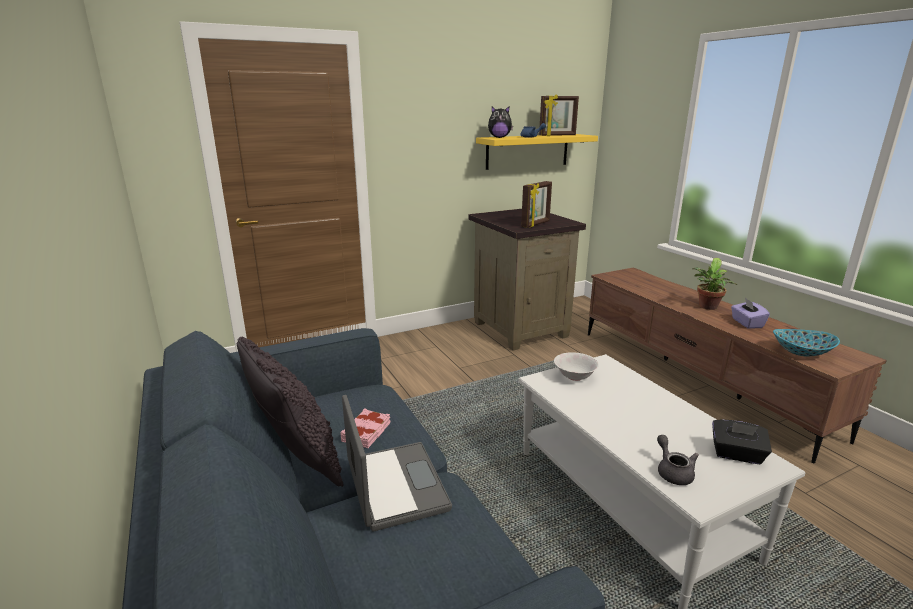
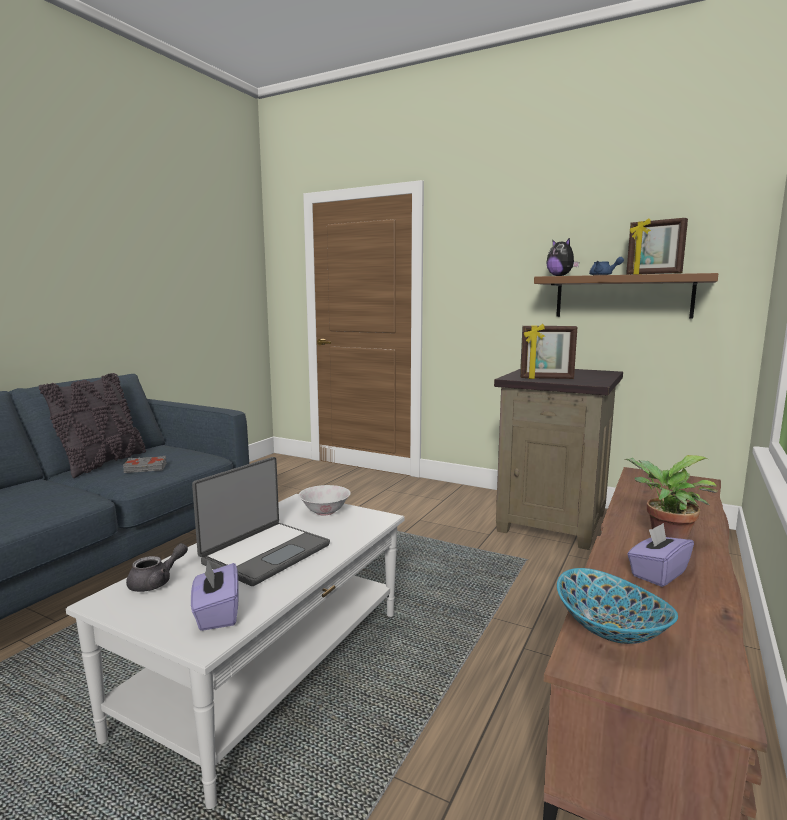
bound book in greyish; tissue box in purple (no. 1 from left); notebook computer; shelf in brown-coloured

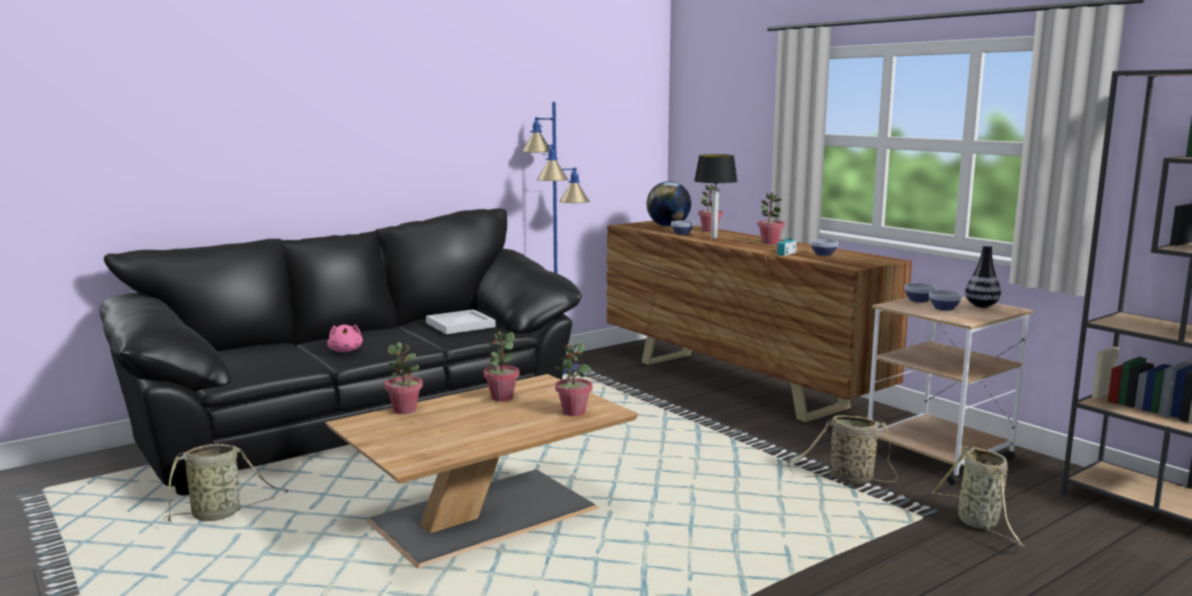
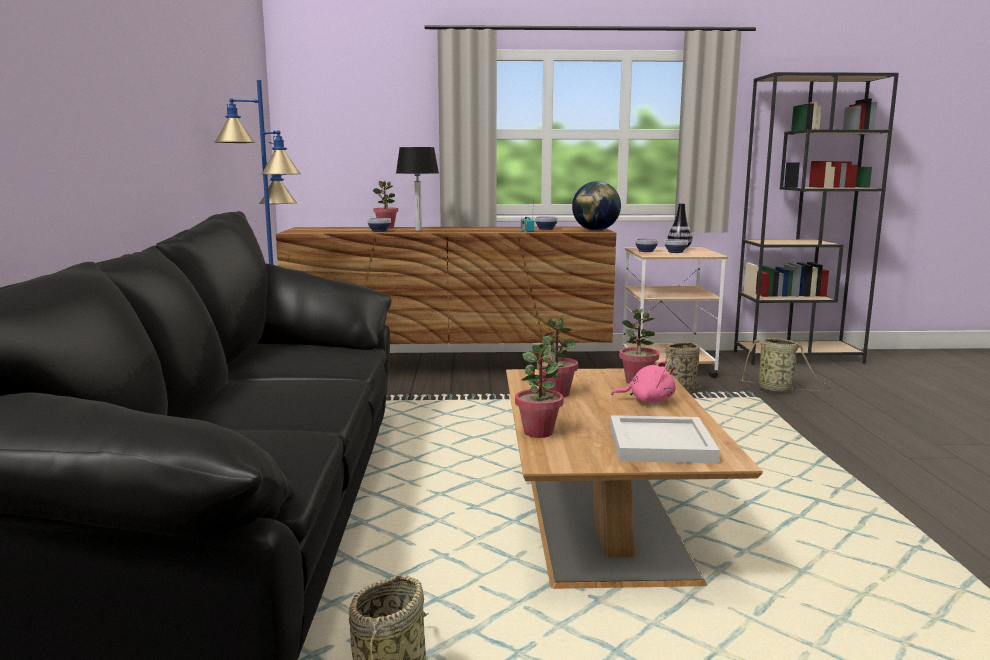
globe; serving tray in whitish; cuddly toy in pinkish; houseplant (no. 5 from left in the first image)

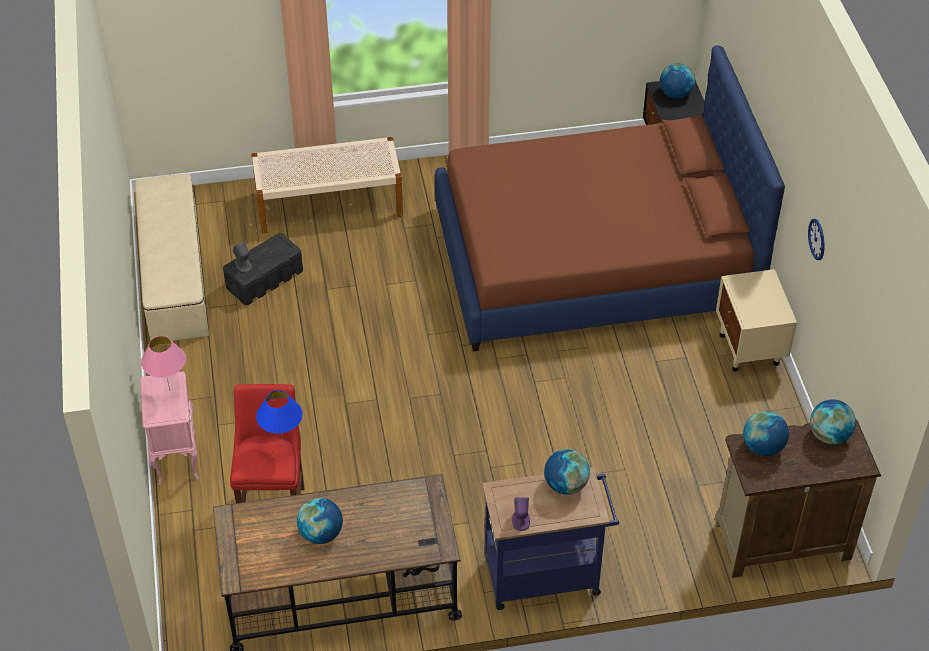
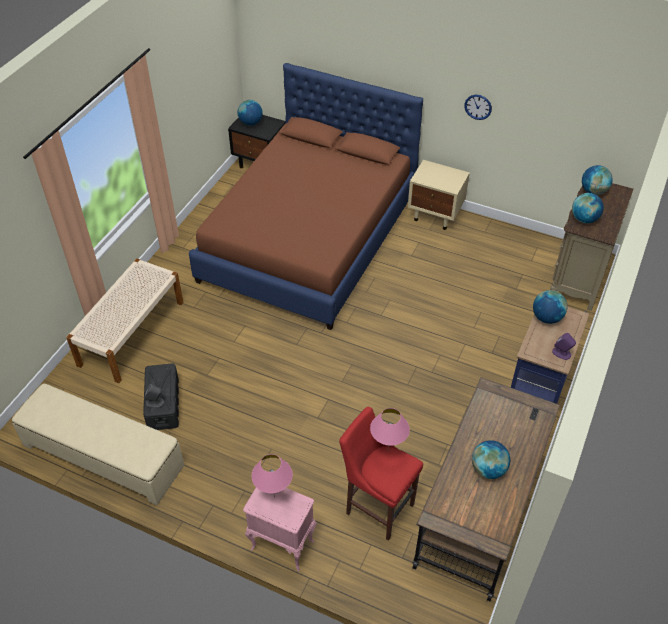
tabletop lamp in pinkish (no. 2 from left)

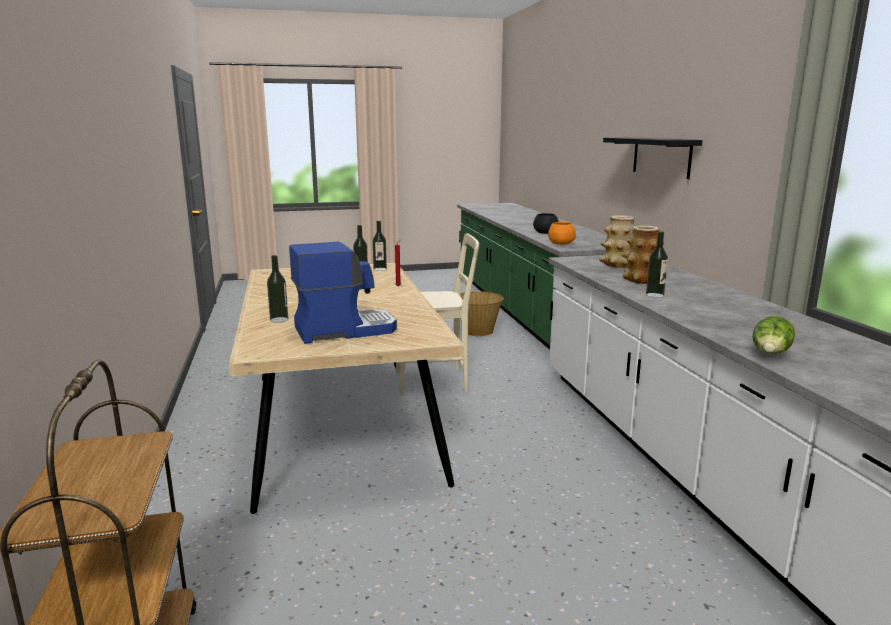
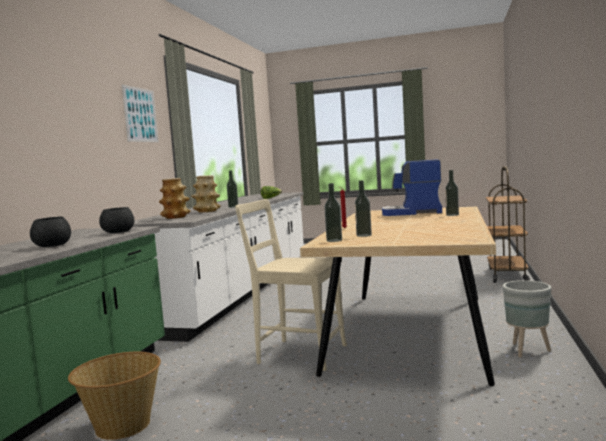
deep dish in blackish (no. 2 from left); wall art; planter in greyish; shelf in blackish

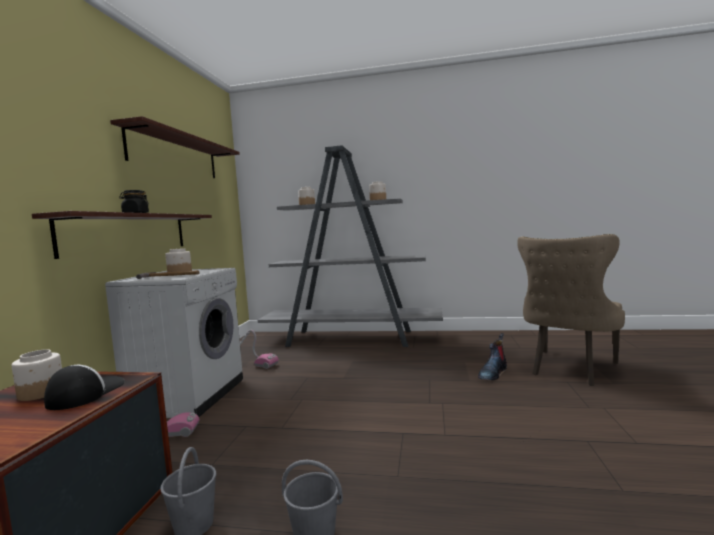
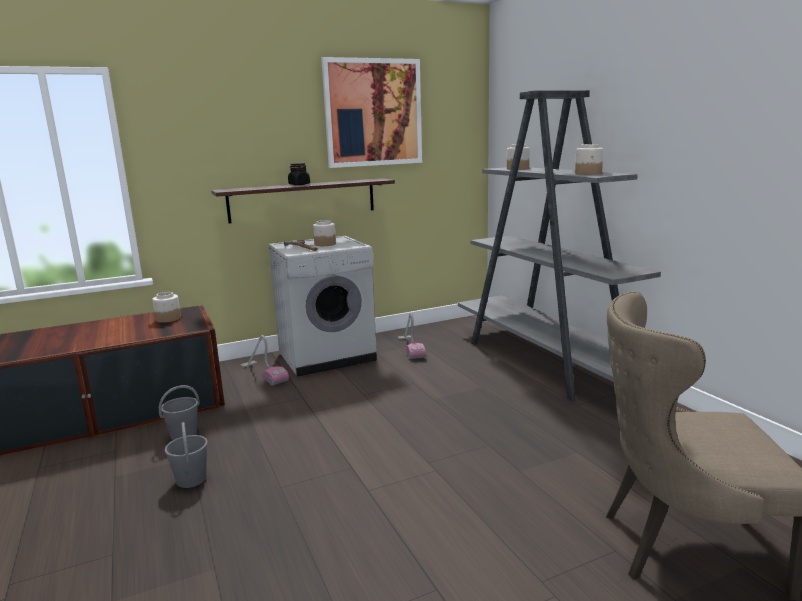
wall art; cap; tall boot

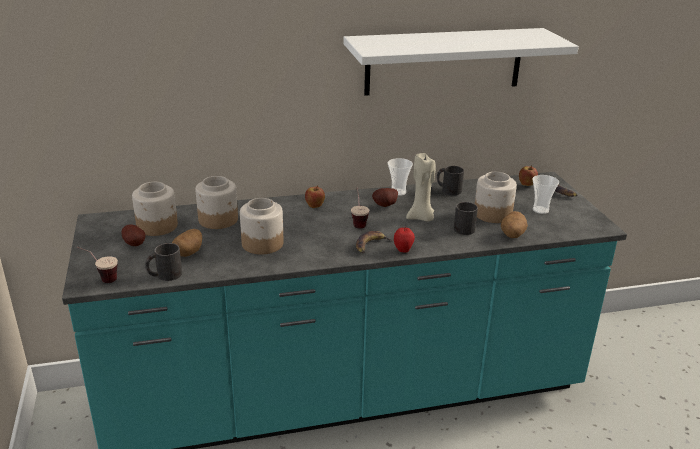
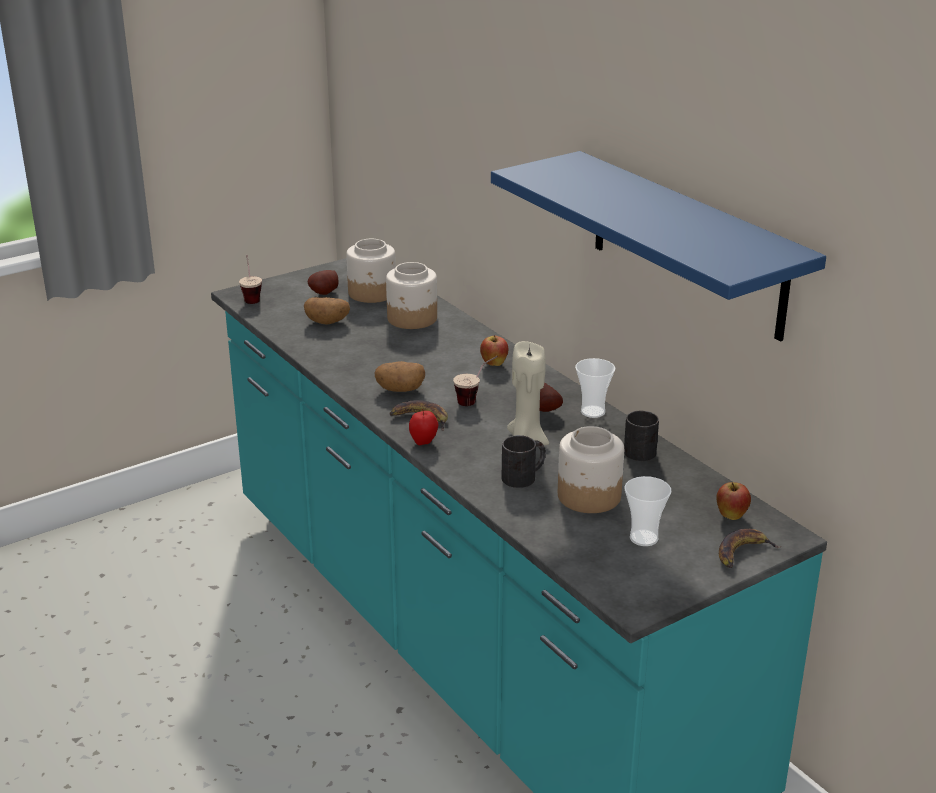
potato (no. 3 from left); shelf in blue; mug in blackish (no. 1 from left in the first image); storage jar (no. 3 from left in the first image)

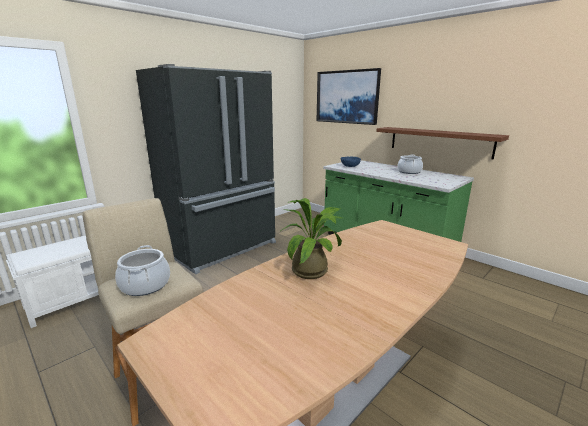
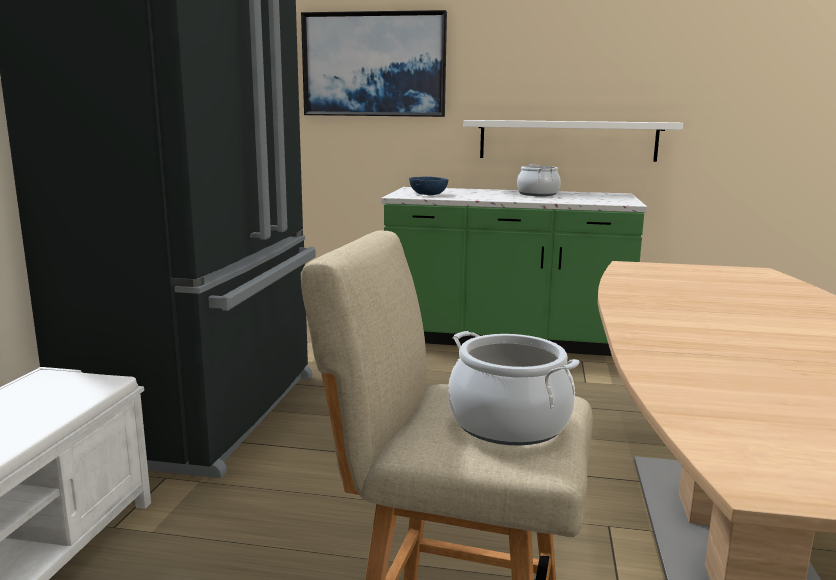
shelf in whitish; houseplant

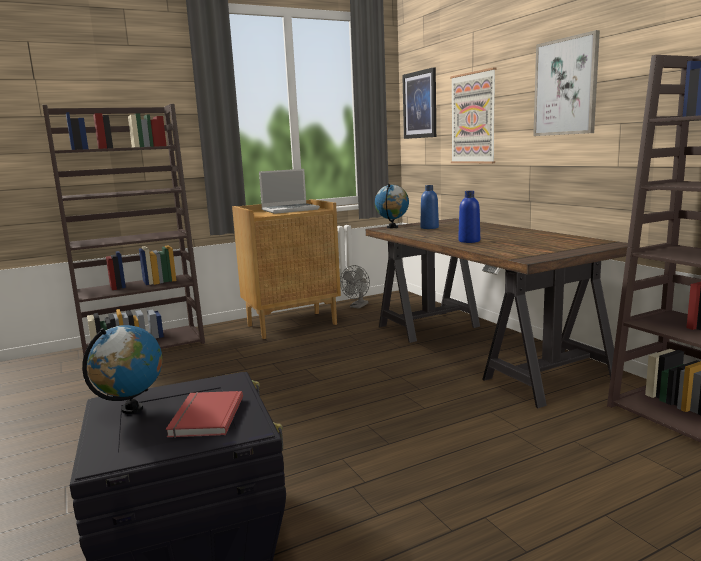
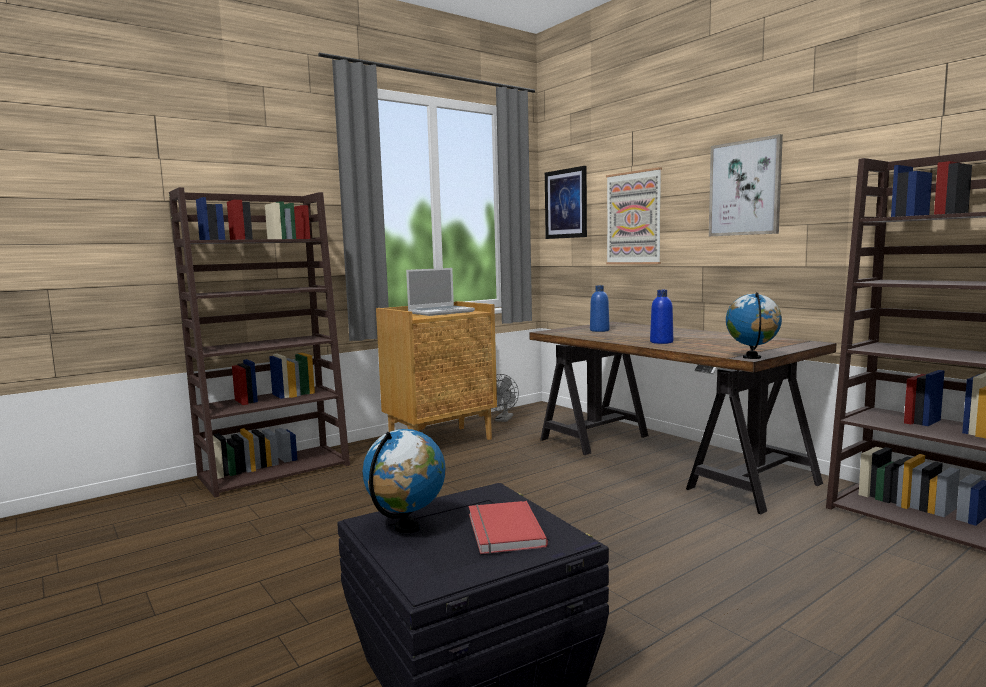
globe (no. 2 from left)

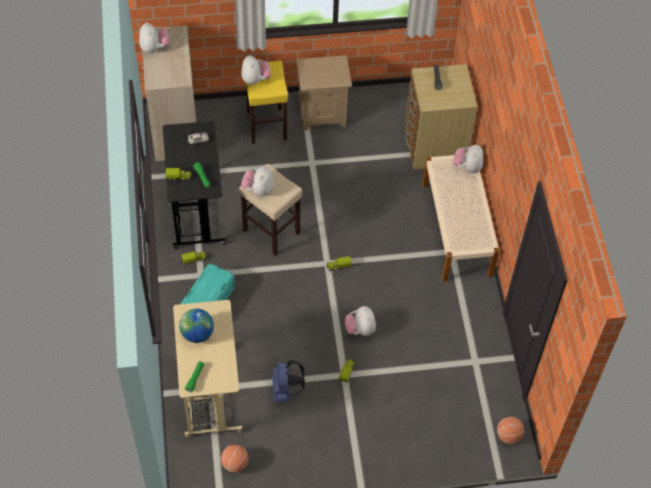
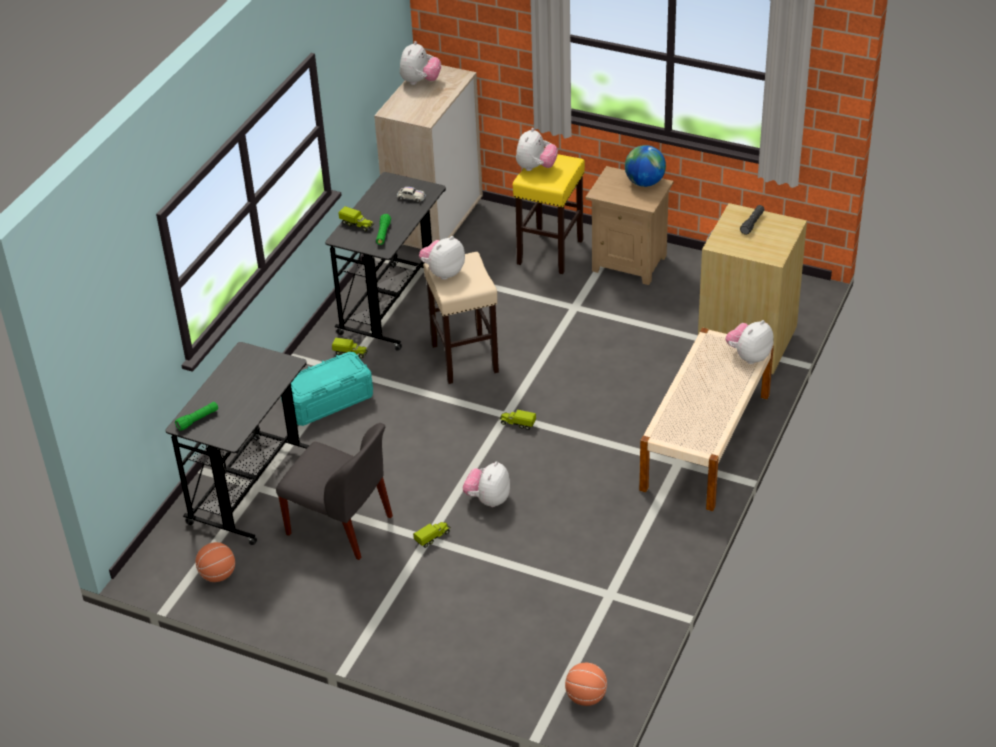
desk unit in blackish (no. 1 from left); chair in greyish; globe

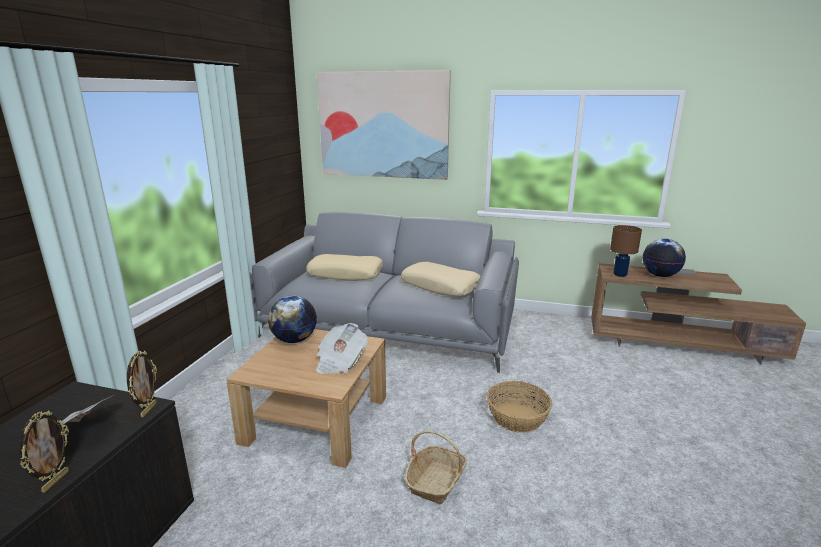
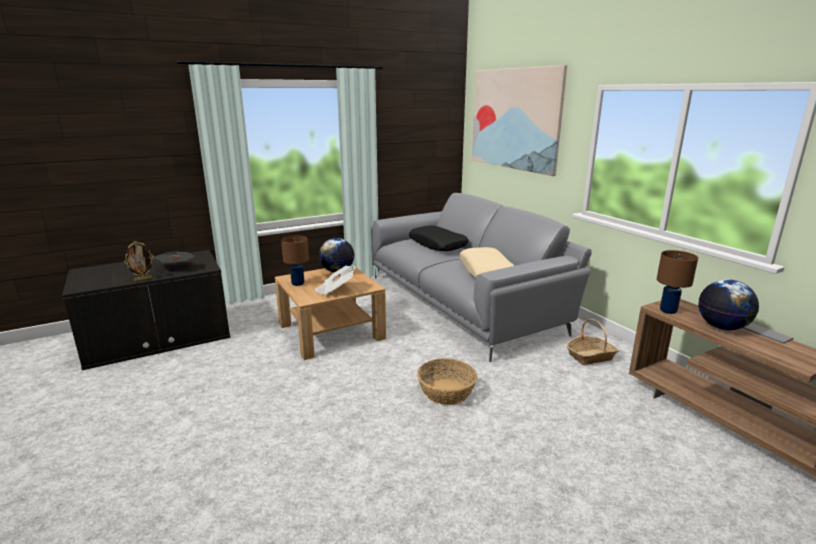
tabletop lamp in brown-coloured (no. 1 from left); pillow in blackish; household basket (no. 2 from left); picture frame (no. 2 from left in the first image)

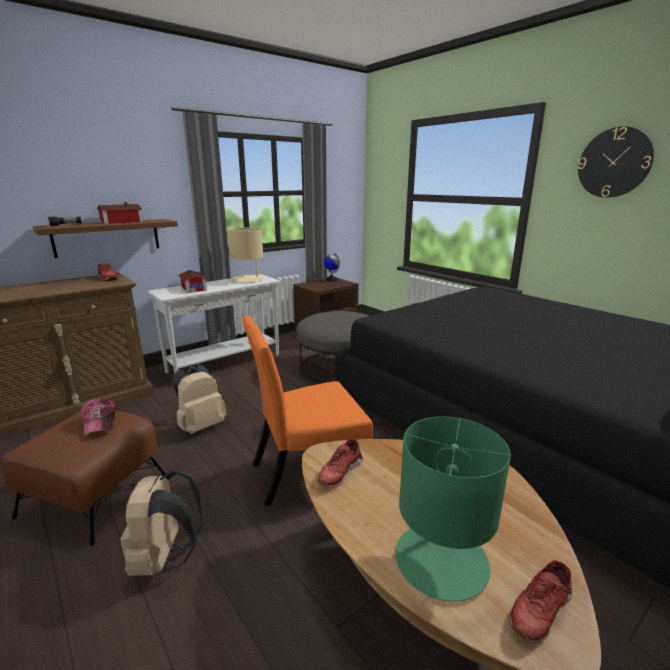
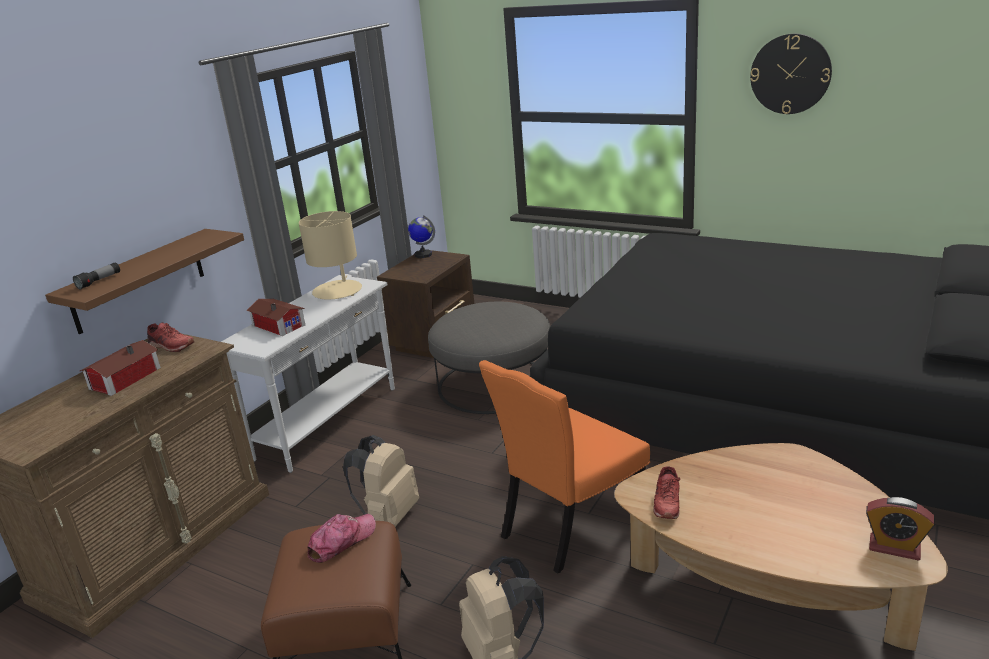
toy house (no. 1 from left); cap; alarm clock; tabletop lamp in greenish

